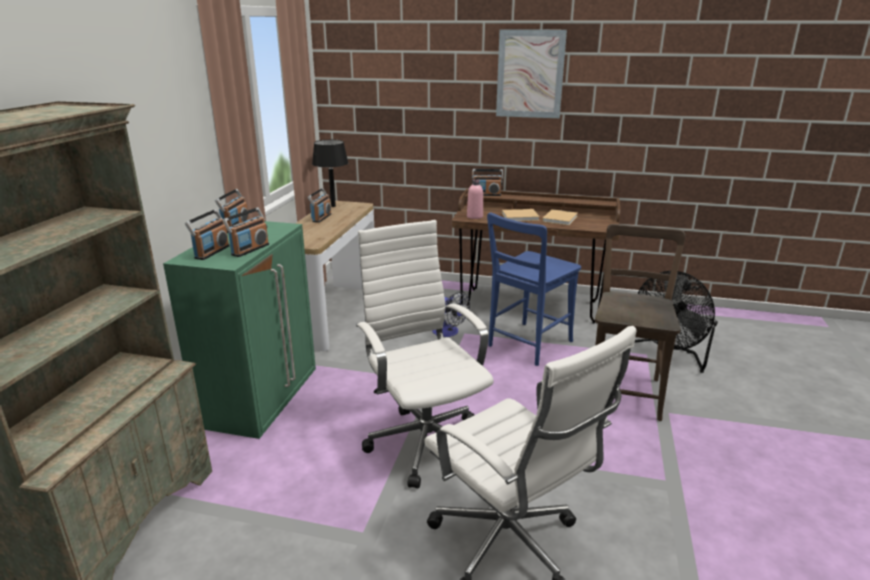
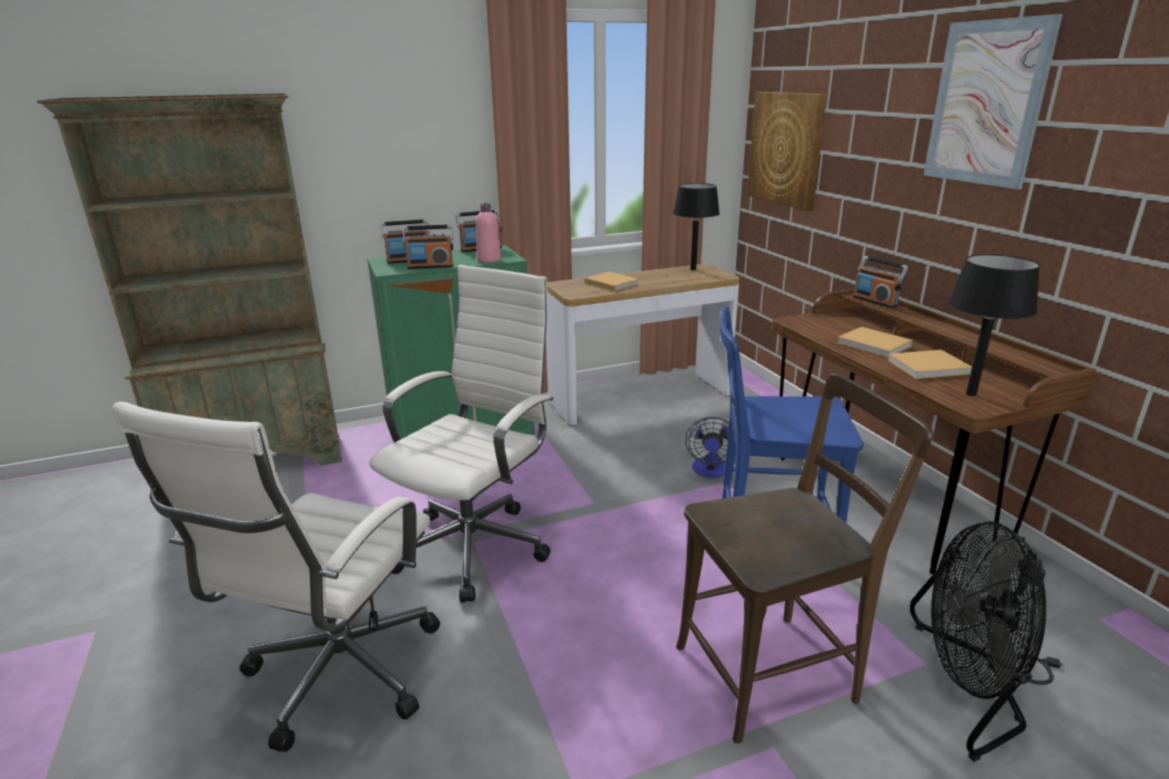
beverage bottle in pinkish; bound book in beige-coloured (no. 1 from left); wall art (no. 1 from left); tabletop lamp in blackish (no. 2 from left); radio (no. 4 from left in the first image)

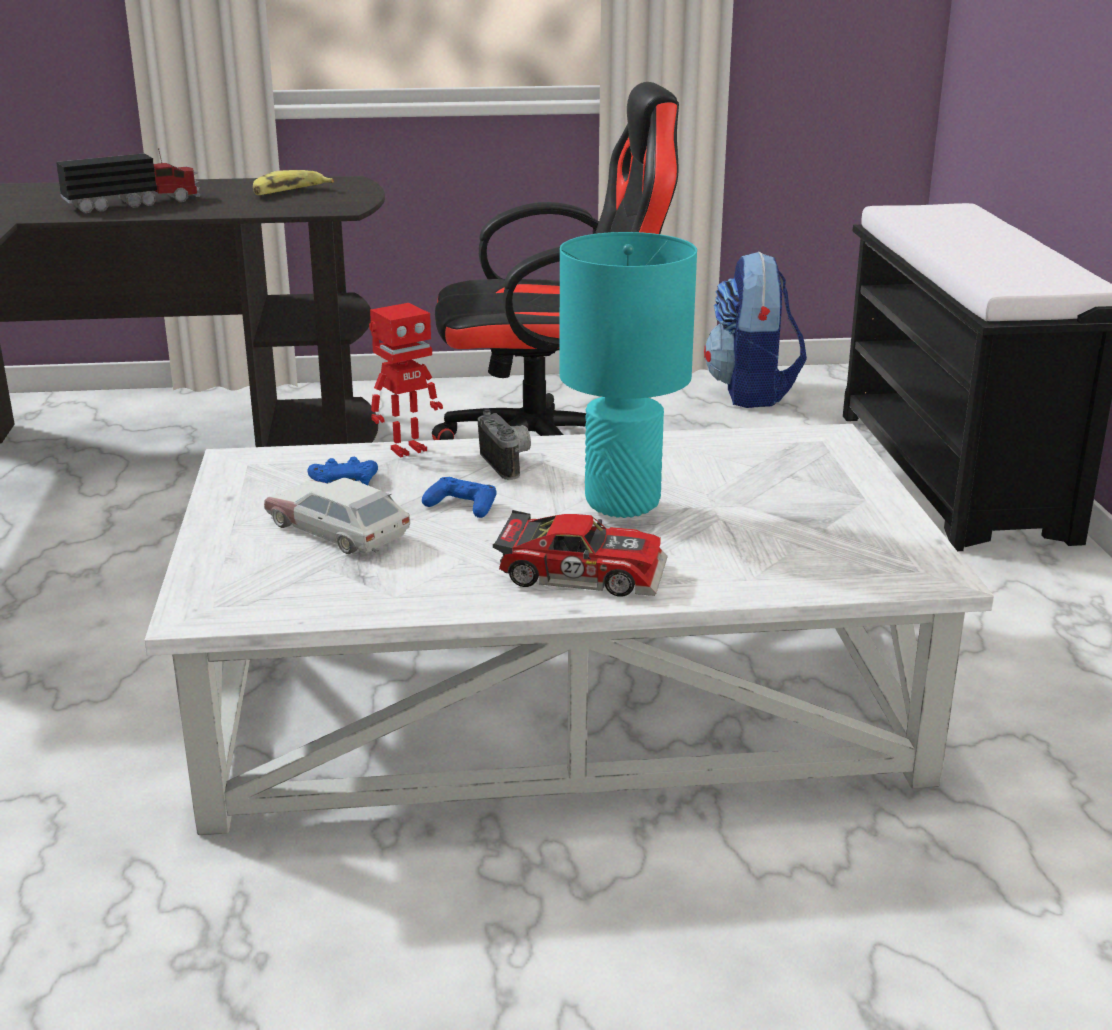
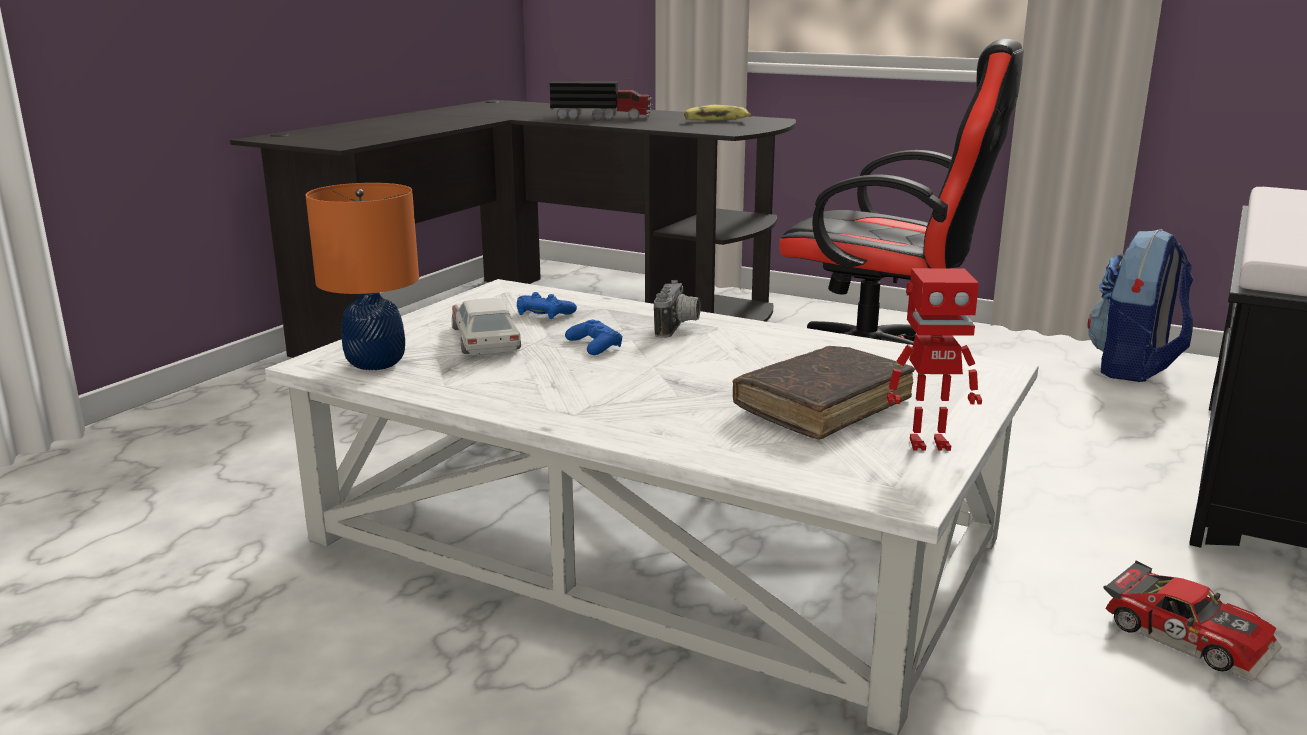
tabletop lamp in orange; bound book in brown-coloured; toy robot; miniature car (no. 2 from left); tabletop lamp in blue-green

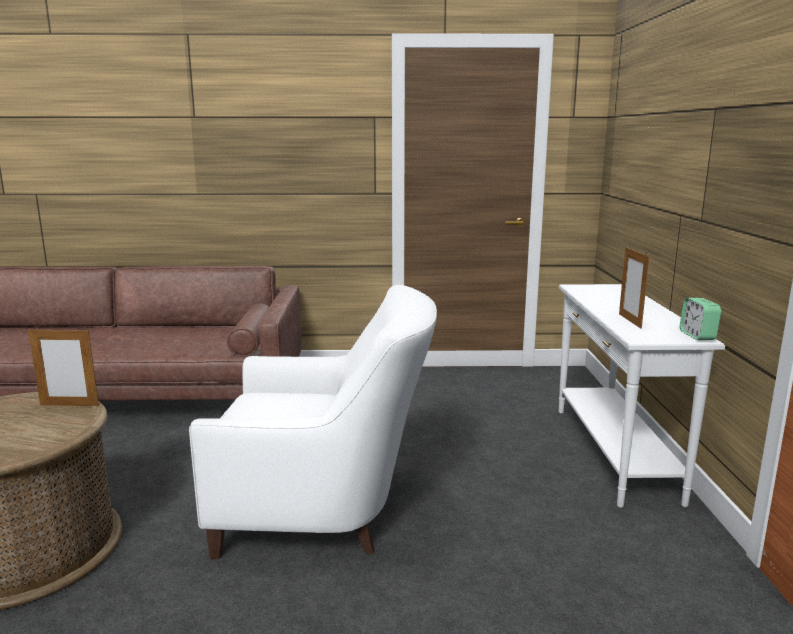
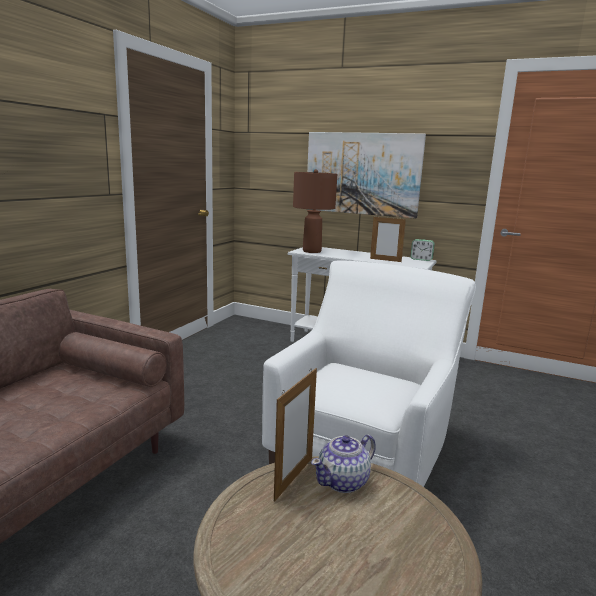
tabletop lamp in brown-coloured; wall art; pot for tea

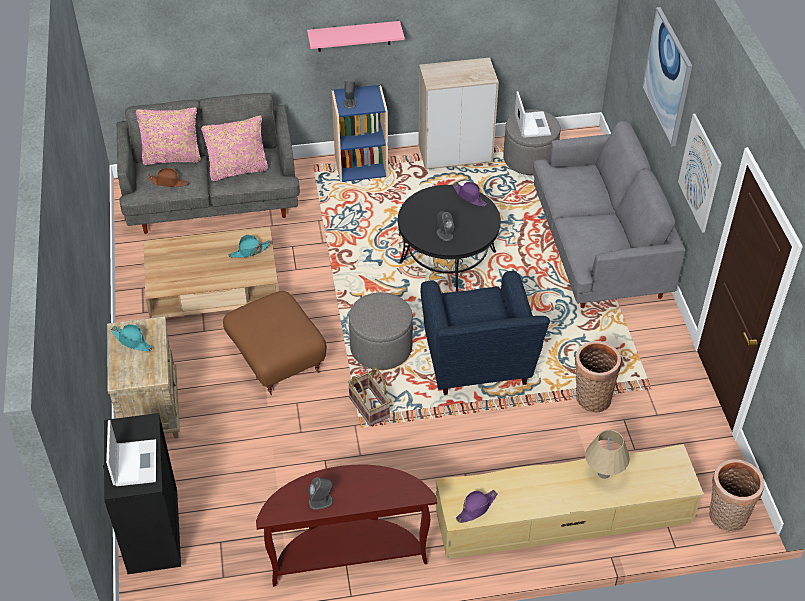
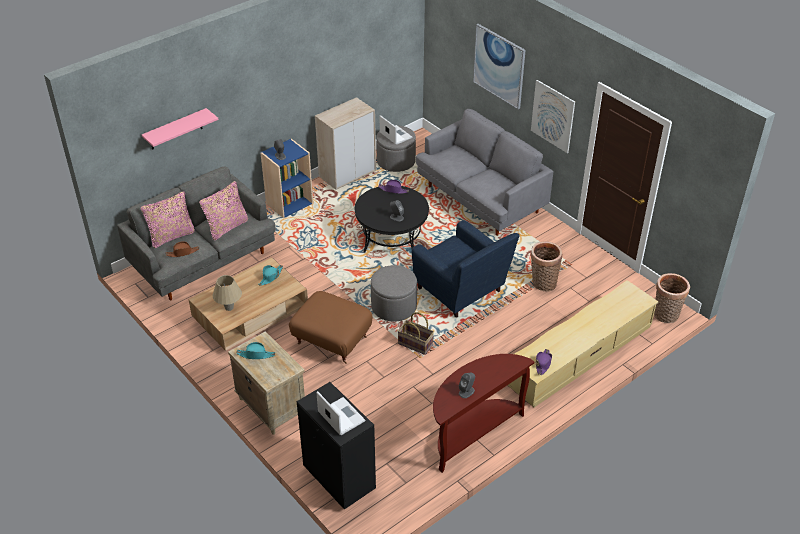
shelf in pinkish; tabletop lamp in beige-coloured

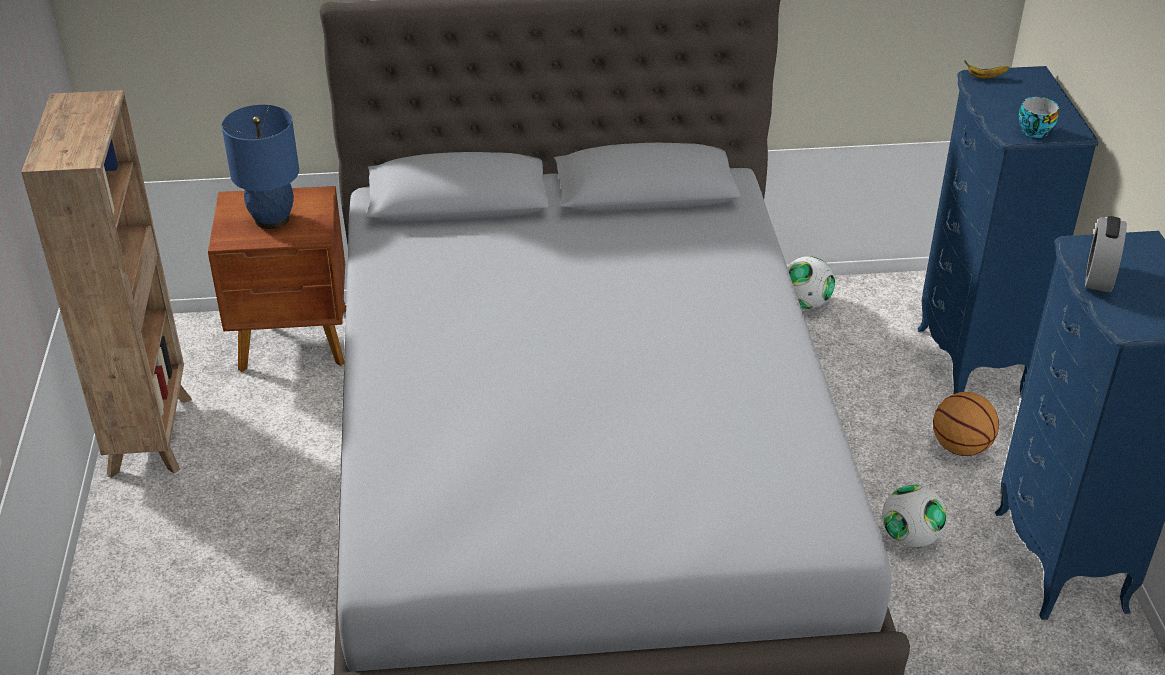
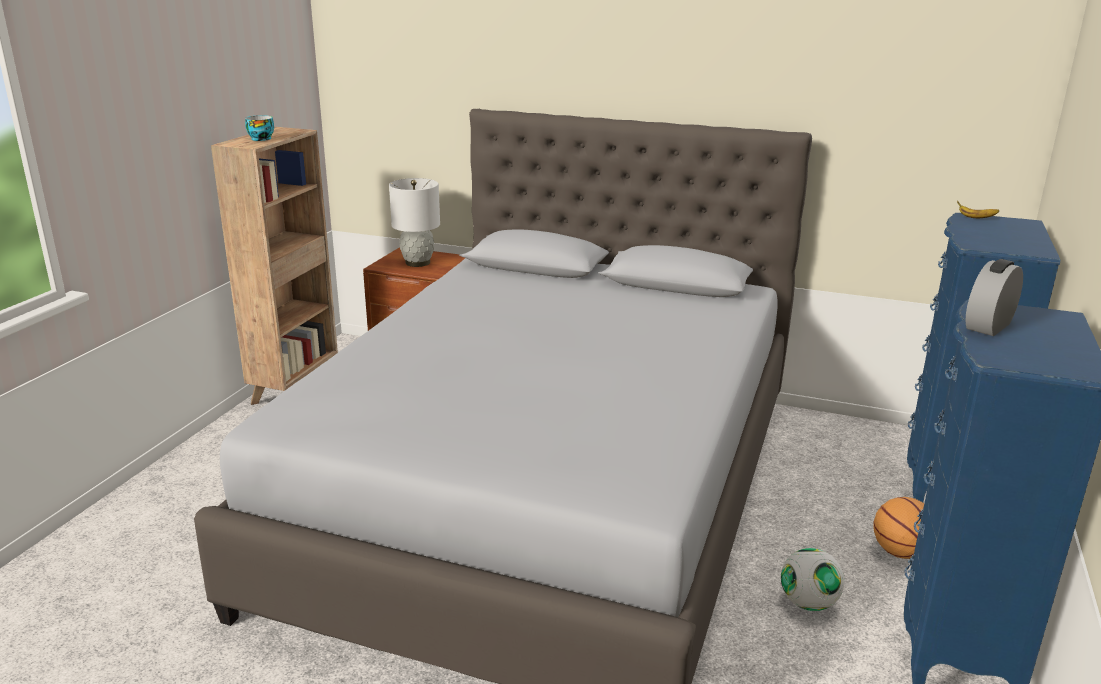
small cup; tabletop lamp in whitish; ball for football (no. 1 from left in the first image)

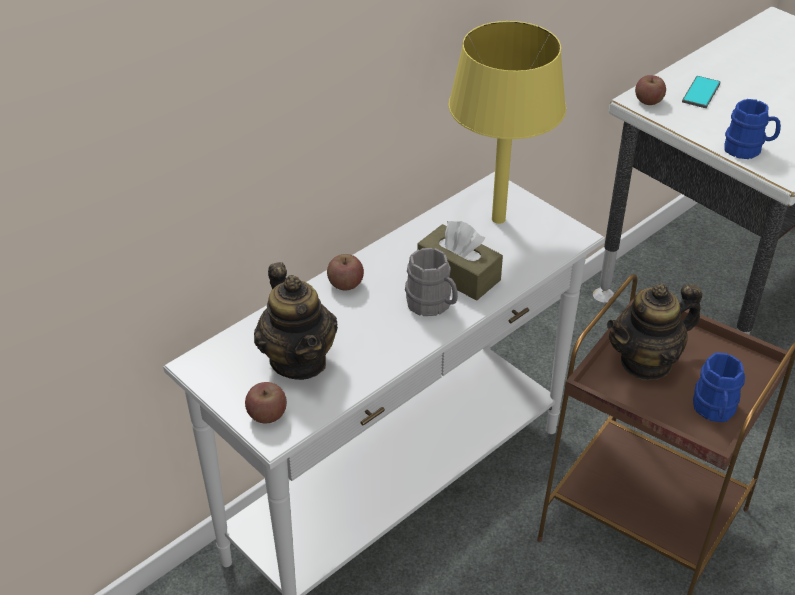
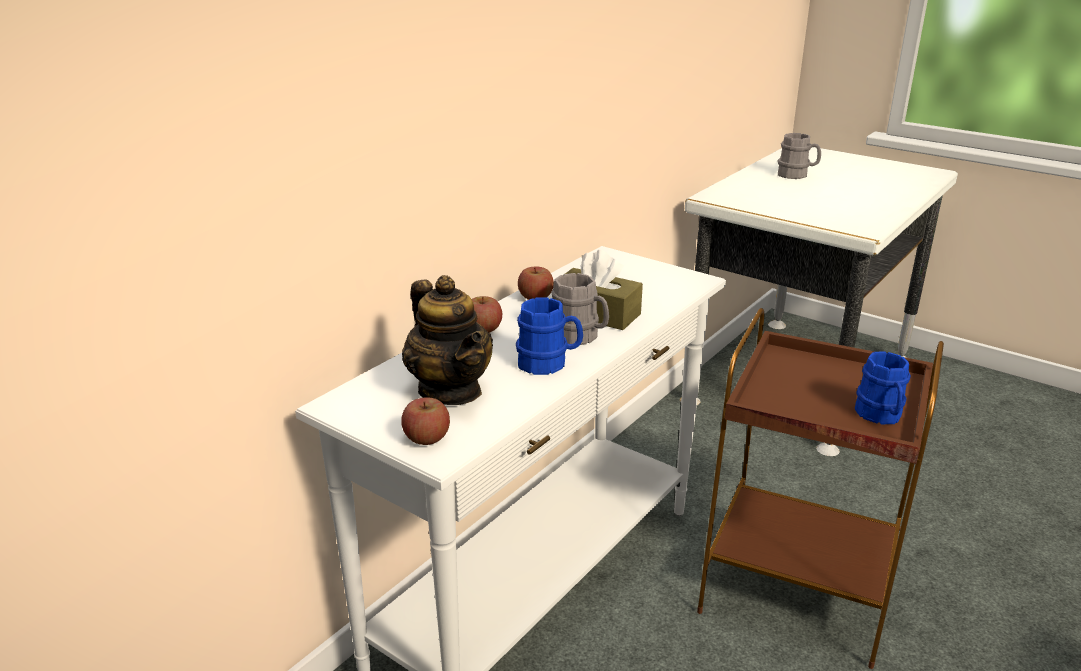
mug in blue (no. 1 from left); apple (no. 3 from left); mug in greyish (no. 2 from left); tabletop lamp in yellow; pot for tea (no. 2 from left in the first image); telephone

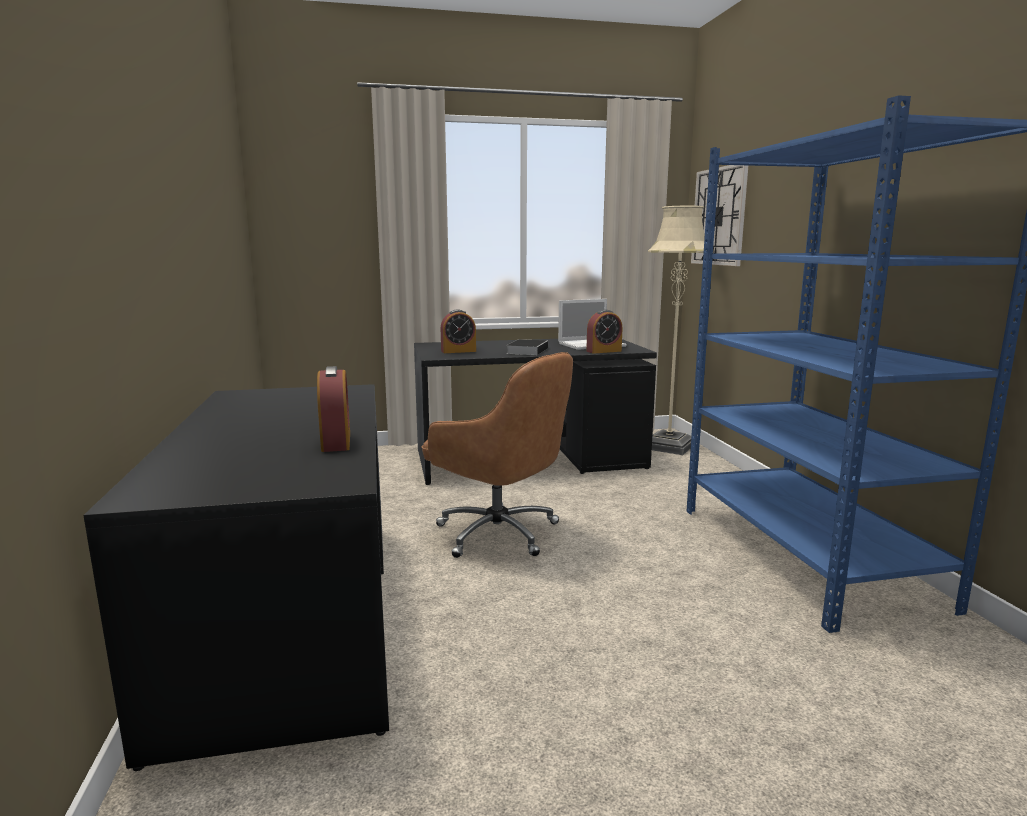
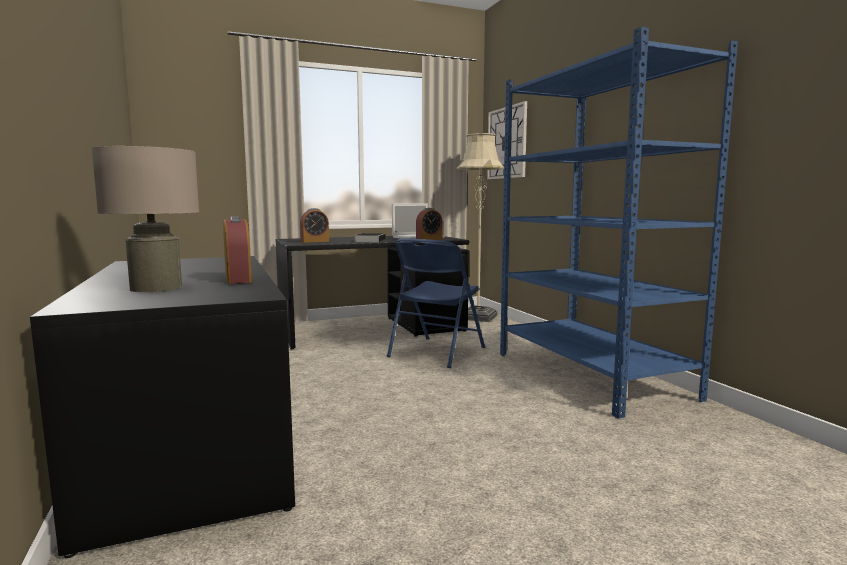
tabletop lamp in beige-coloured; chair in blue; desk chair in brown-coloured

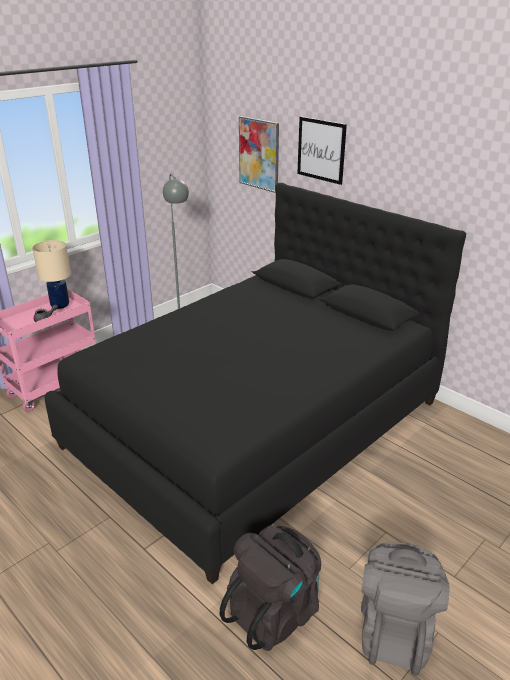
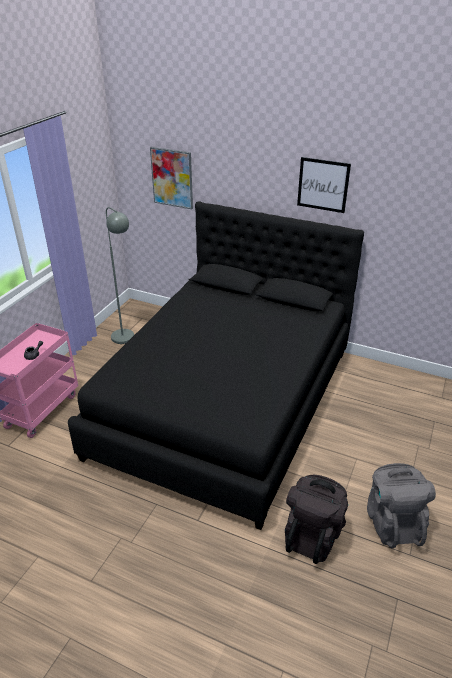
wall art (no. 2 from left); tabletop lamp in beige-coloured

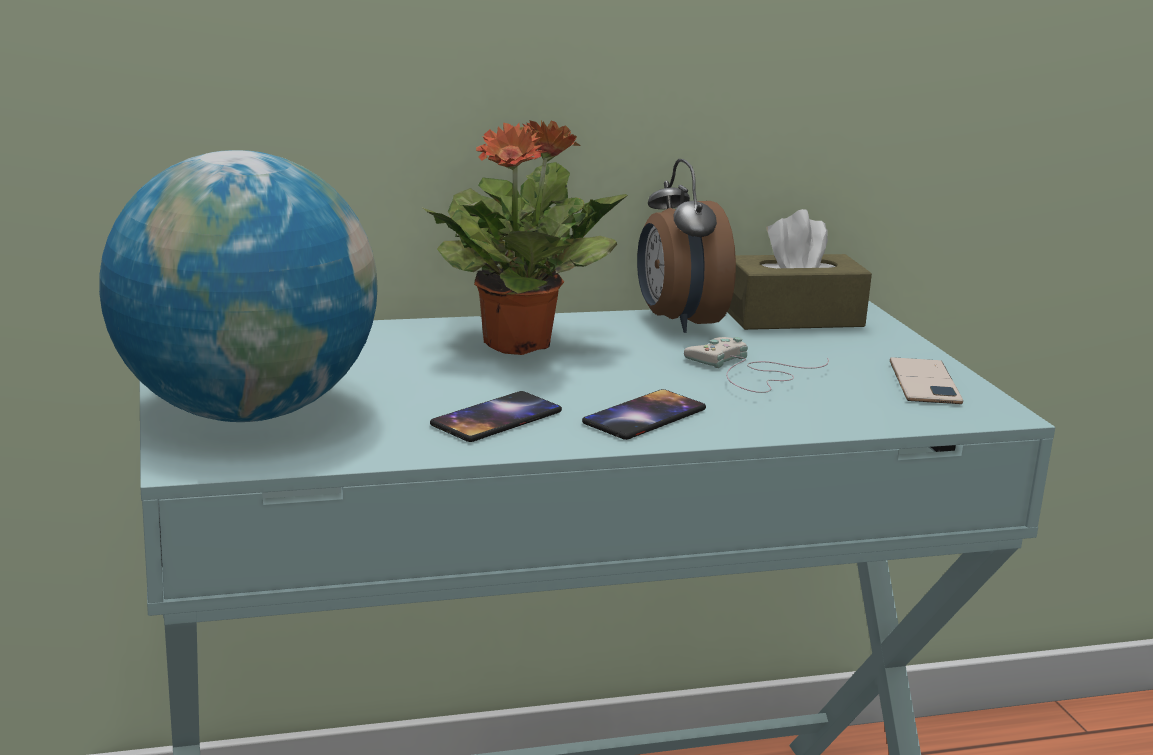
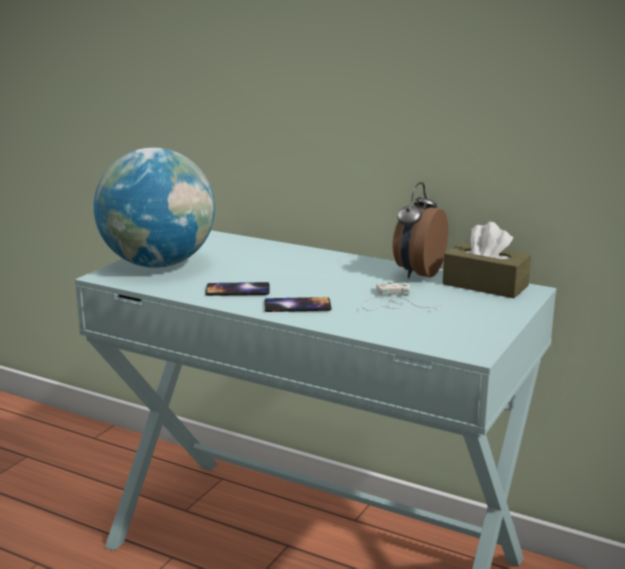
houseplant; telephone (no. 3 from left in the first image)

